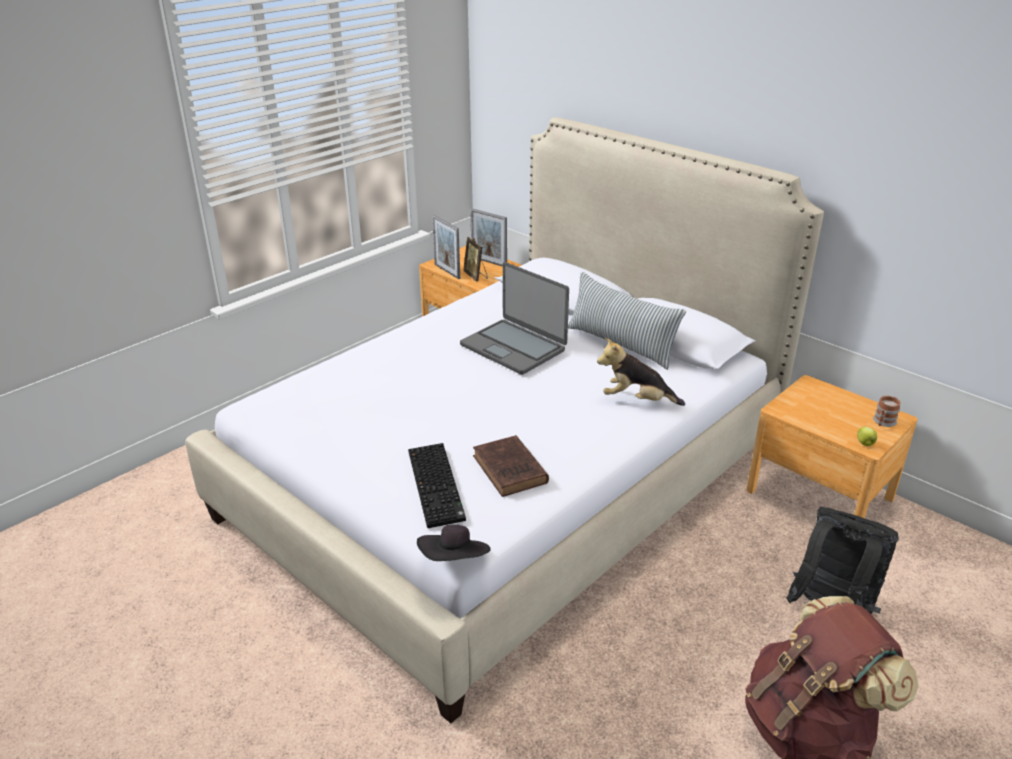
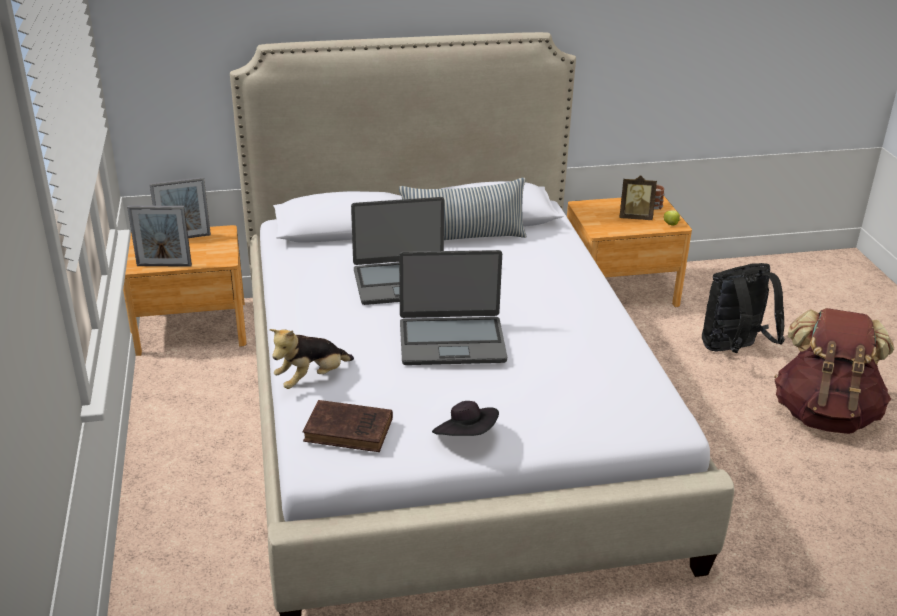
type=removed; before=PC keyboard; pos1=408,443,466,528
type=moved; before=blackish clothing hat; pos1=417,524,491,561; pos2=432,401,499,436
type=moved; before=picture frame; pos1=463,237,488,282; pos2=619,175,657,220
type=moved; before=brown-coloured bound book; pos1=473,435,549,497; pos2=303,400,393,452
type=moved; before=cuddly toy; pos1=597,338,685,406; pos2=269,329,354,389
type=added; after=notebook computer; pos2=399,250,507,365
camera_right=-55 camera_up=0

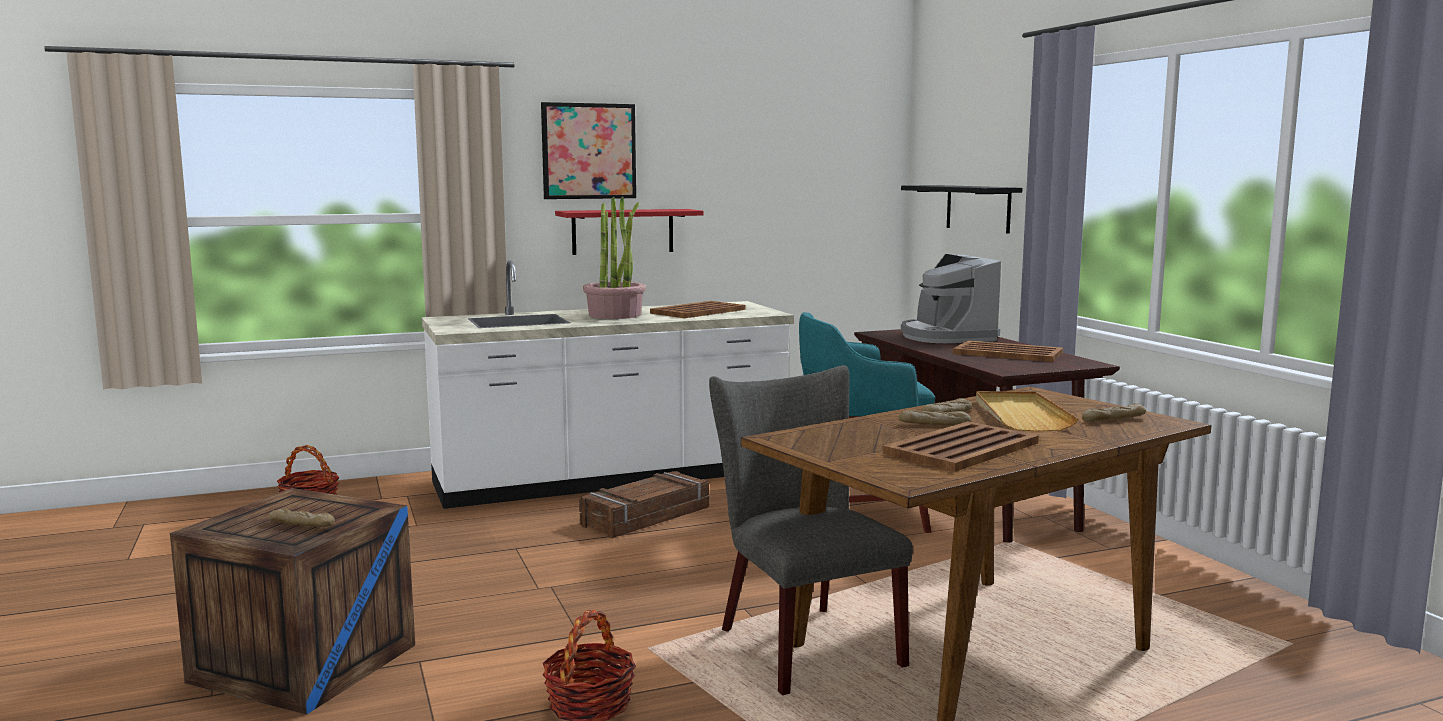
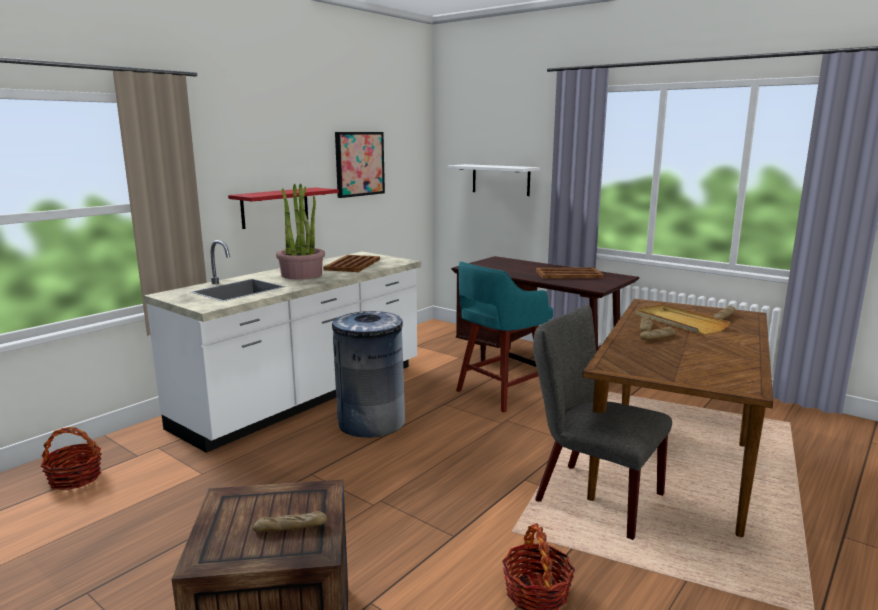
type=moved; before=picture; pos1=541,102,636,199; pos2=335,132,385,198
type=replaced; before=crate; after=grey rubbish bin; pos1=579,471,709,538; pos2=332,311,405,438
type=removed; before=brown-coloured carrying tray; pos1=883,421,1039,472
type=recoloured; before=blackish wall shelf; after=whitish wall shelf; pos1=901,185,1022,234; pos2=447,164,540,196
type=removed; before=coffee maker; pos1=901,254,1001,343
camera_right=-30 camera_up=5

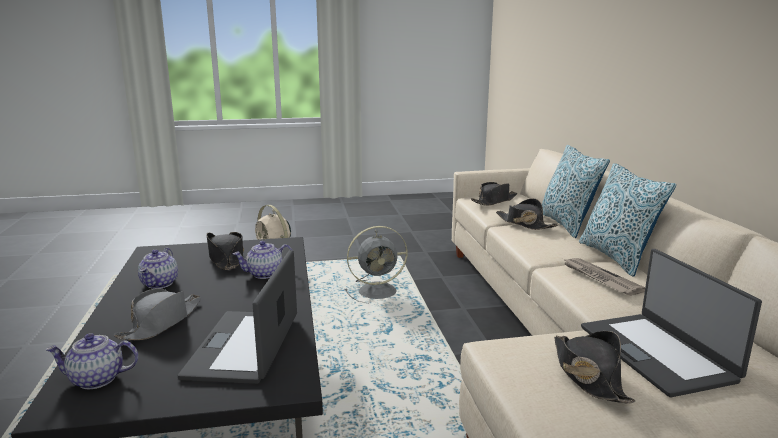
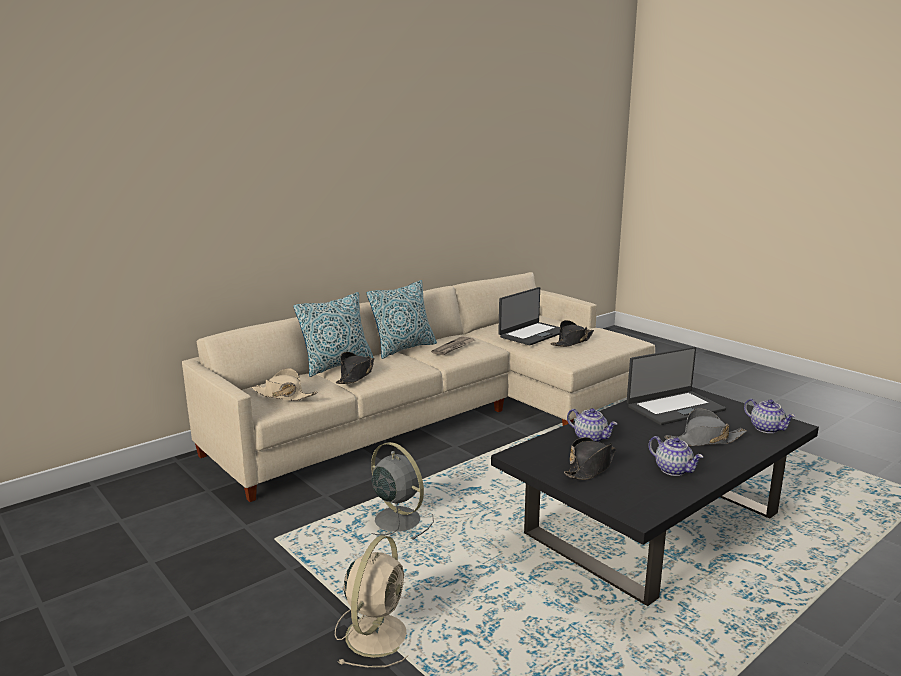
type=turned; before=pot for tea; pos1=138,248,178,289; pos2=649,436,703,476; turn=75
type=recoloured; before=blackish clothing hat; after=beige-coloured clothing hat; pos1=471,182,517,206; pos2=252,368,317,401
camera_right=-120 camera_up=0

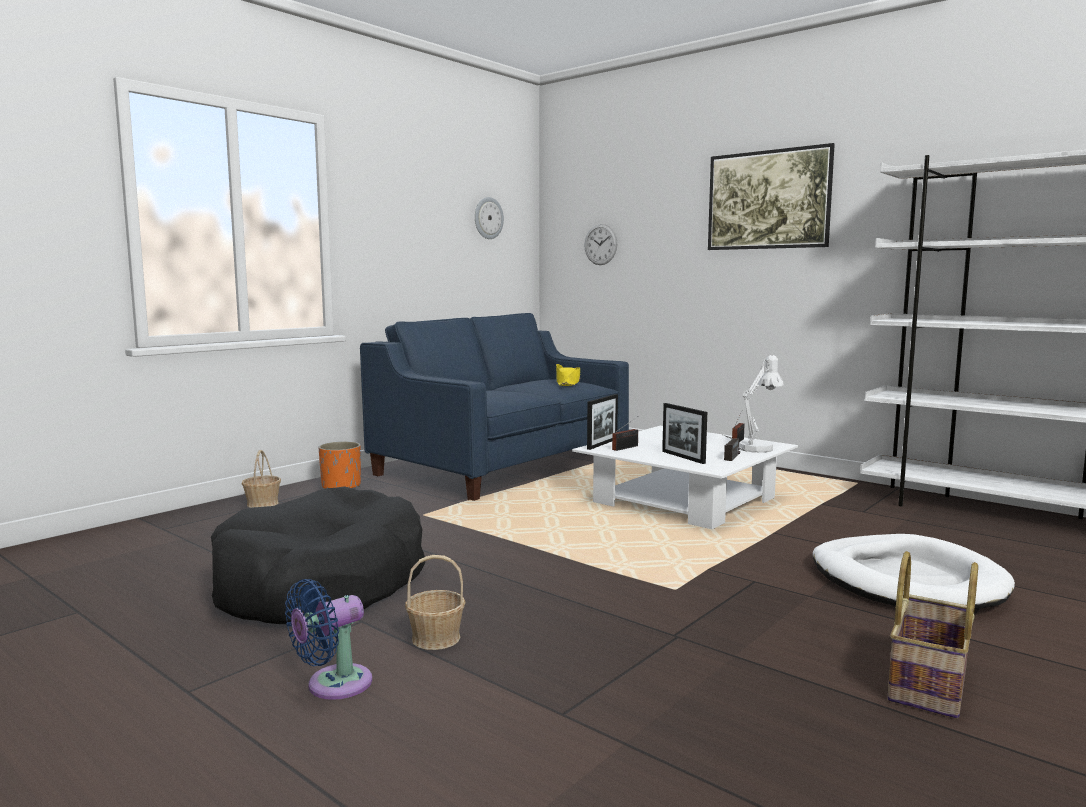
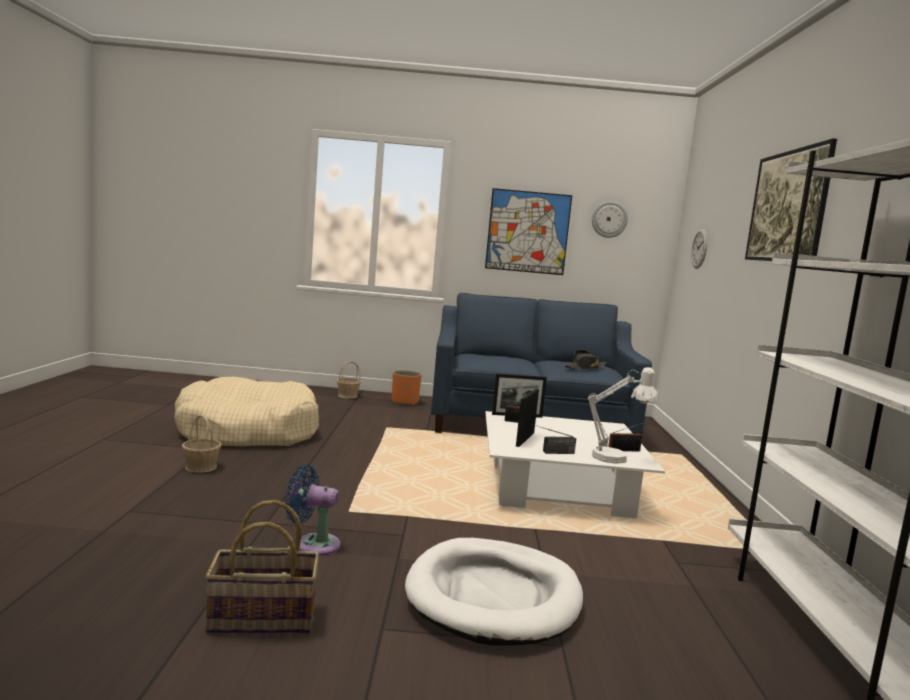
type=recoloured; before=blackish dog bed; after=beige-coloured dog bed; pos1=211,486,425,624; pos2=174,376,319,446
type=moved; before=blue electric fan; pos1=285,579,372,700; pos2=285,465,341,556
type=recoloured; before=yellow-coloured clothing hat; after=blackish clothing hat; pos1=556,364,580,386; pos2=563,349,607,370
type=added; after=picture; pos2=485,188,572,275
camera_right=50 camera_up=0

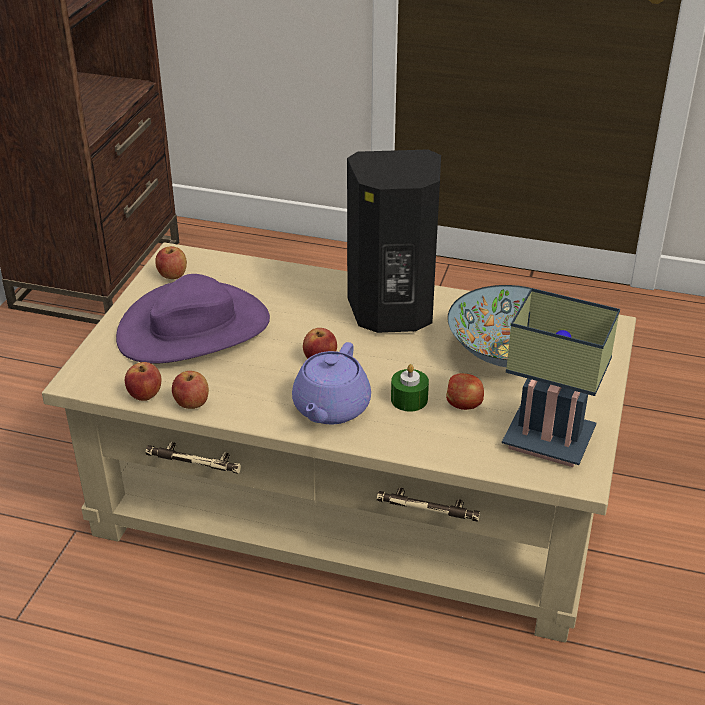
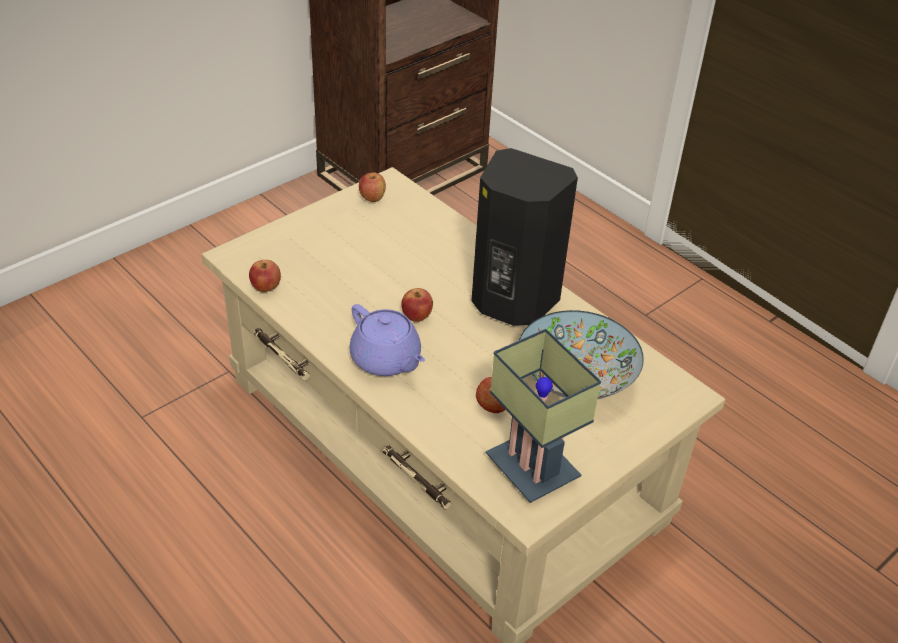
type=removed; before=purple clothing hat; pos1=116,274,270,364
type=removed; before=apple fruit; pos1=172,371,209,409
type=turned; before=purple pot for tea; pos1=292,342,371,424; pos2=350,304,425,376; turn=-90
type=removed; before=green wax candle; pos1=391,364,429,412
camera_right=30 camera_up=5

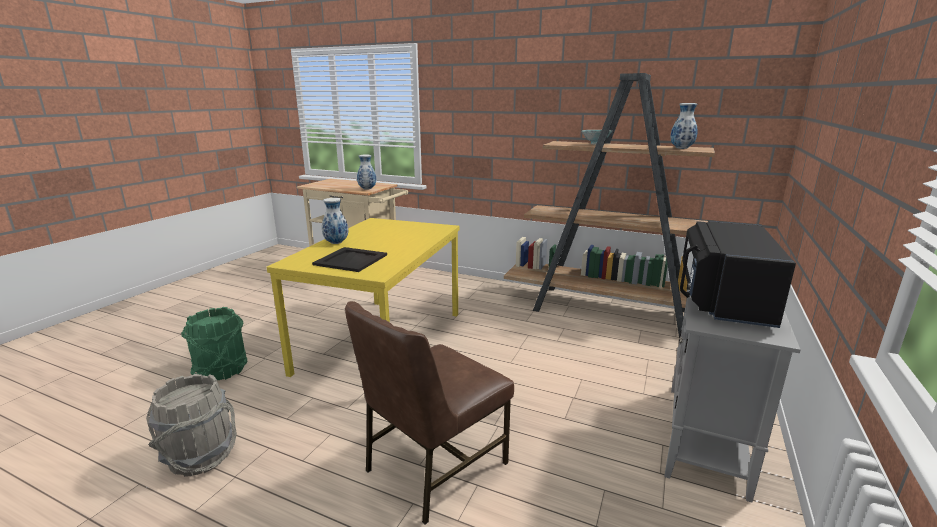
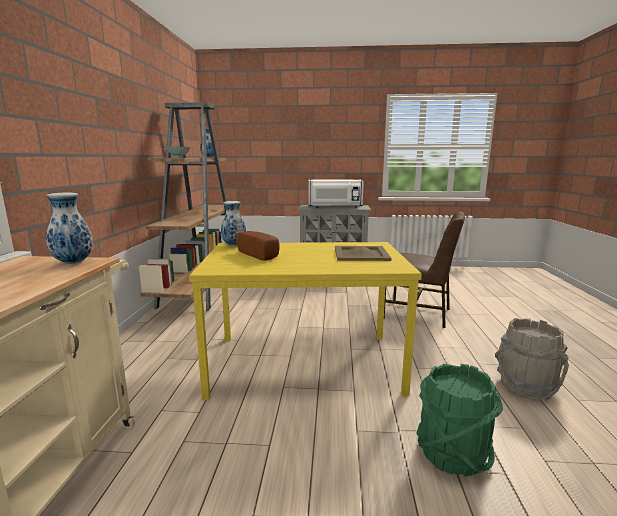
type=recoloured; before=blackish carrying tray; after=beige-coloured carrying tray; pos1=312,247,387,272; pos2=335,246,392,261
type=moved; before=decorative vase; pos1=322,198,348,244; pos2=221,201,246,246
type=recoloured; before=blackish microwave; after=whitish microwave; pos1=680,220,796,328; pos2=308,180,364,208
type=added; after=baked bread; pos2=237,231,279,261
camera_right=-110 camera_up=-5

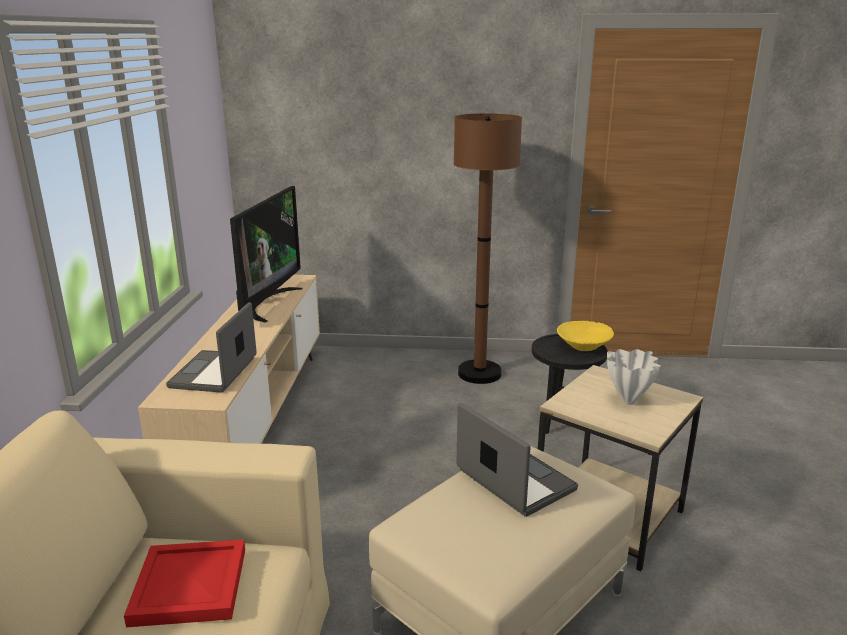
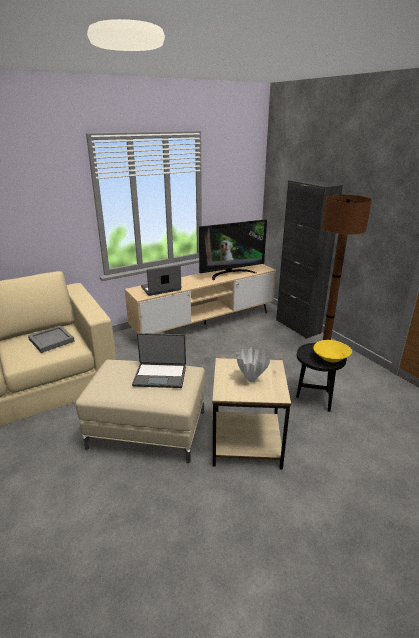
type=recoloured; before=reddish carrying tray; after=grey carrying tray; pos1=124,540,245,627; pos2=28,325,75,353
type=turned; before=notebook computer; pos1=456,403,578,517; pos2=132,333,186,388; turn=75
type=added; after=blackish storage cabinet; pos2=276,179,343,339
camera_right=55 camera_up=5

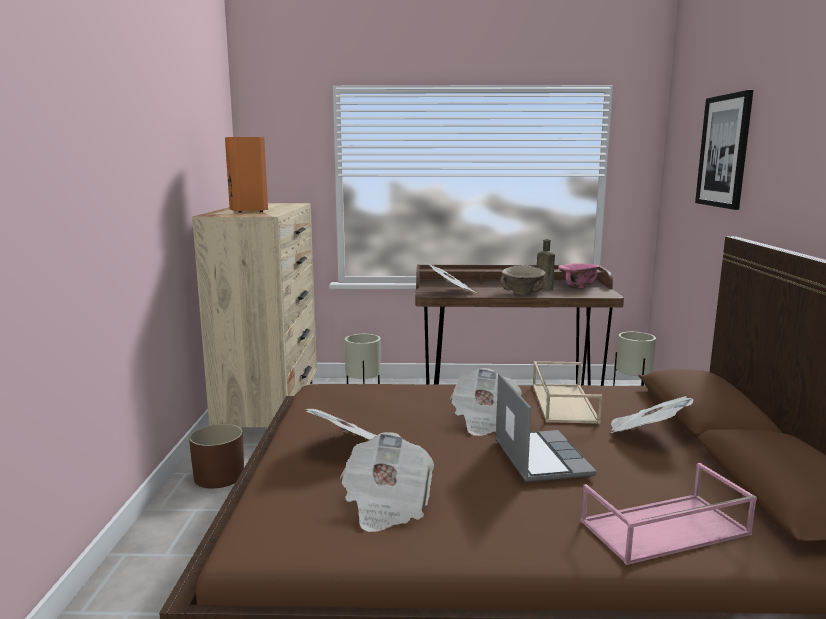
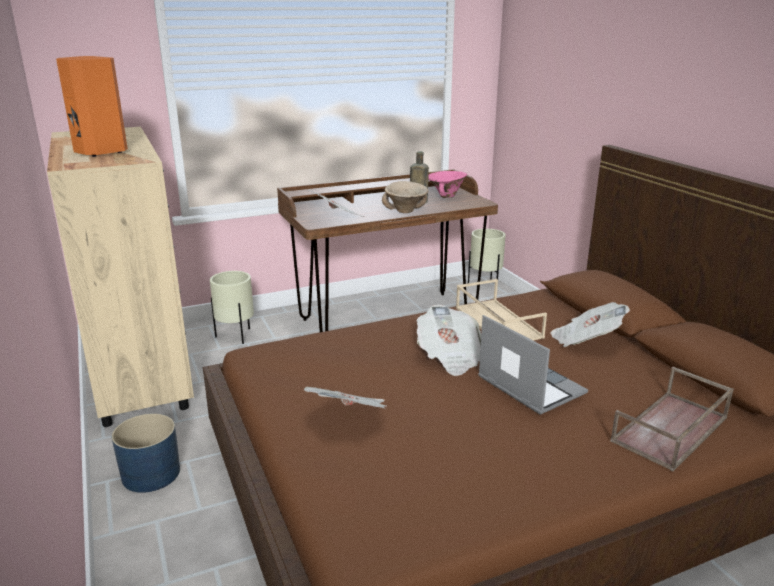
type=recoloured; before=brown-coloured plant pot; after=blue plant pot; pos1=189,424,244,488; pos2=112,413,180,493
type=removed; before=daily paper; pos1=340,432,434,532
type=recoloured; before=pinkish carrying tray; after=brown-coloured carrying tray; pos1=580,463,757,565; pos2=610,367,734,471
type=removed; before=picture; pos1=695,90,753,210
camera_right=-25 camera_up=10

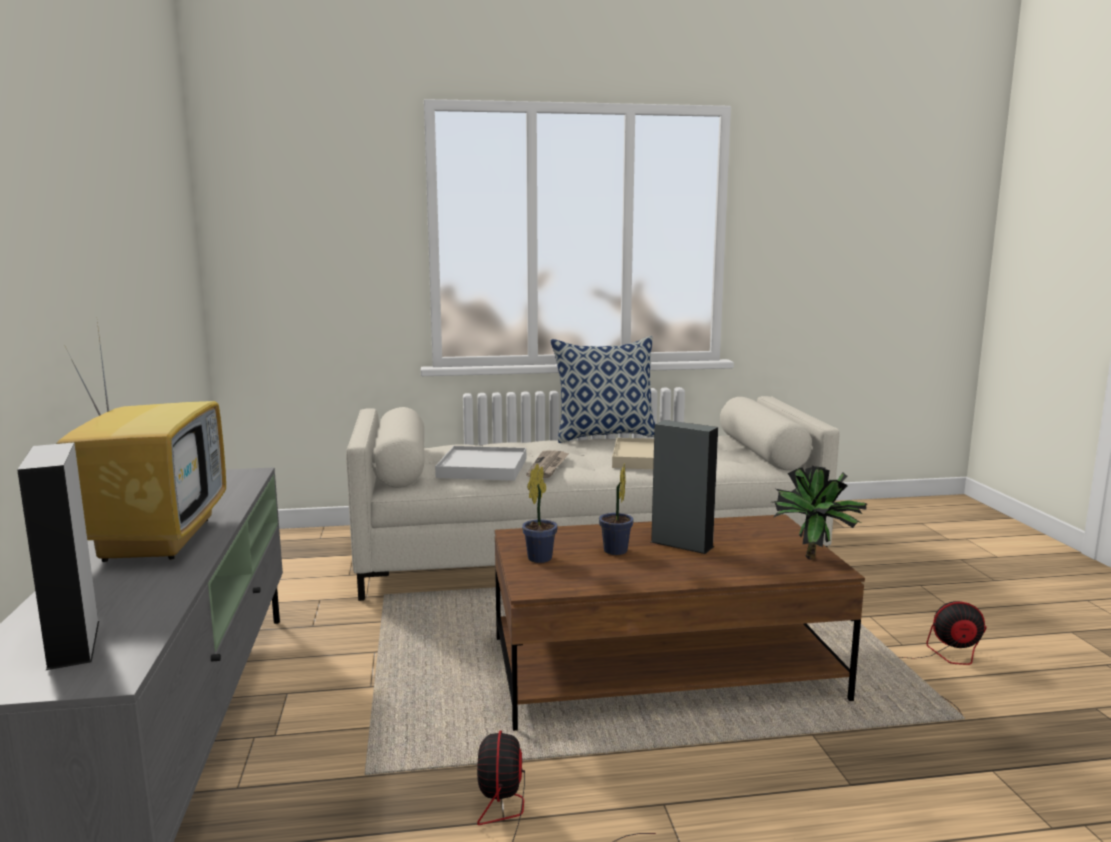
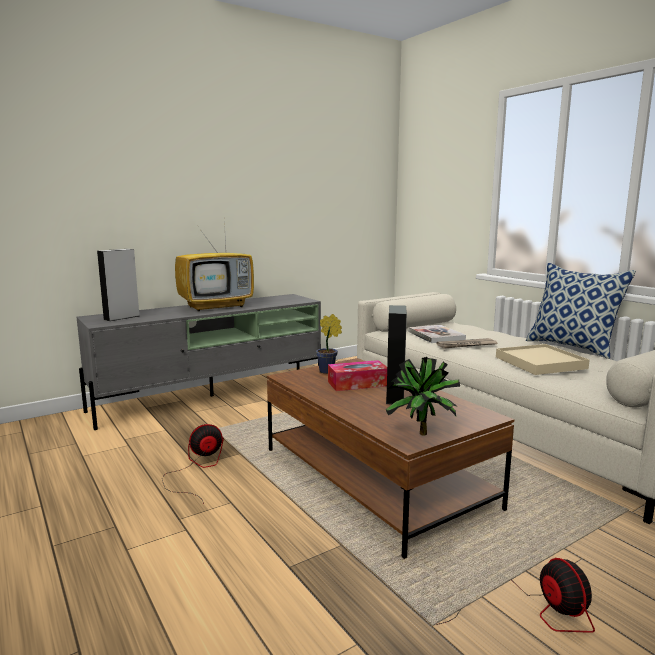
type=replaced; before=whitish carrying tray; after=bound book; pos1=435,446,526,481; pos2=408,325,466,343
type=replaced; before=plant in a pot; after=box of tissues; pos1=599,463,634,555; pos2=328,360,387,391
camera_right=65 camera_up=0

